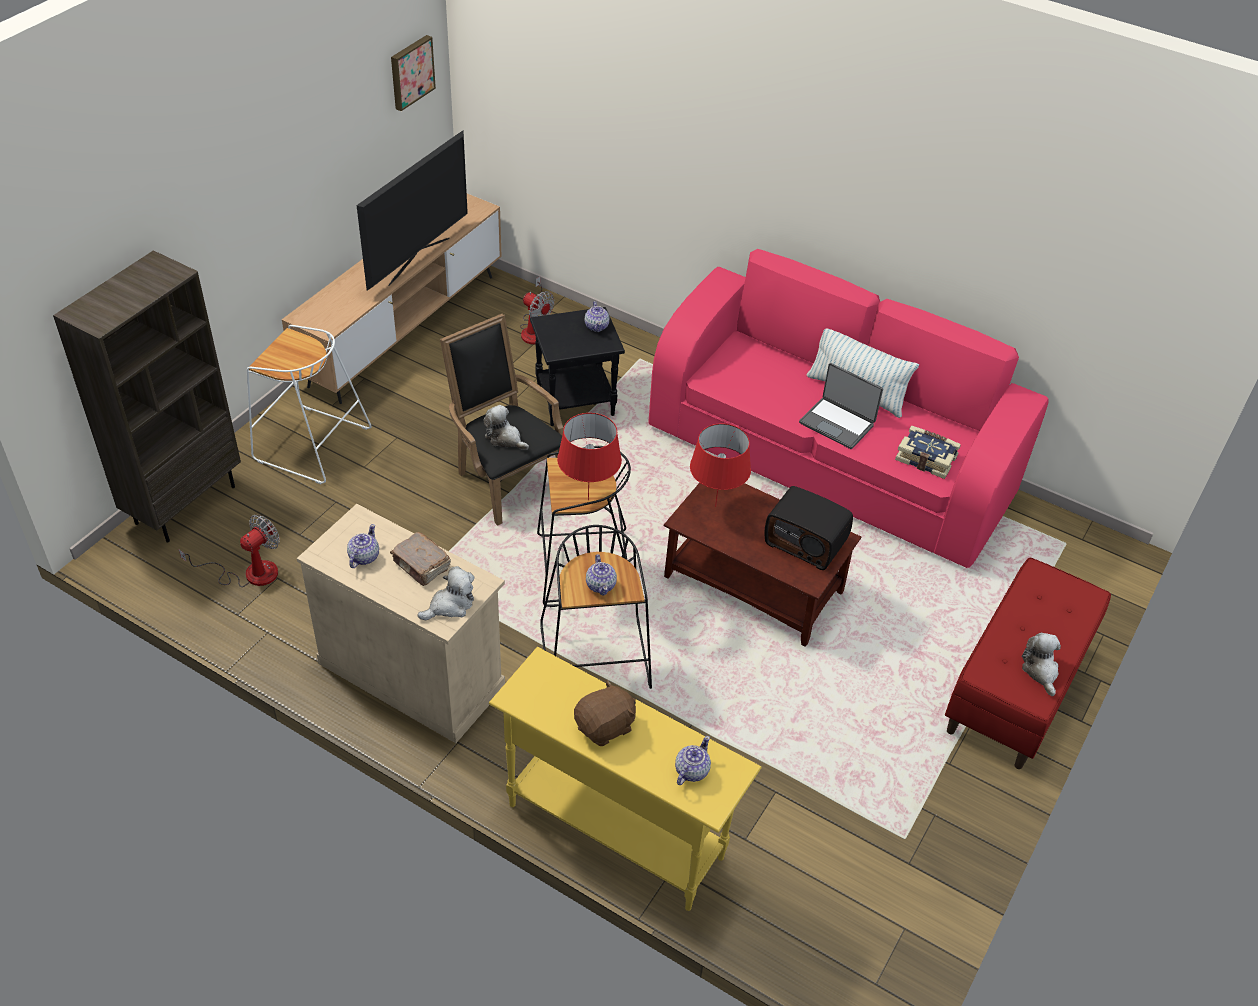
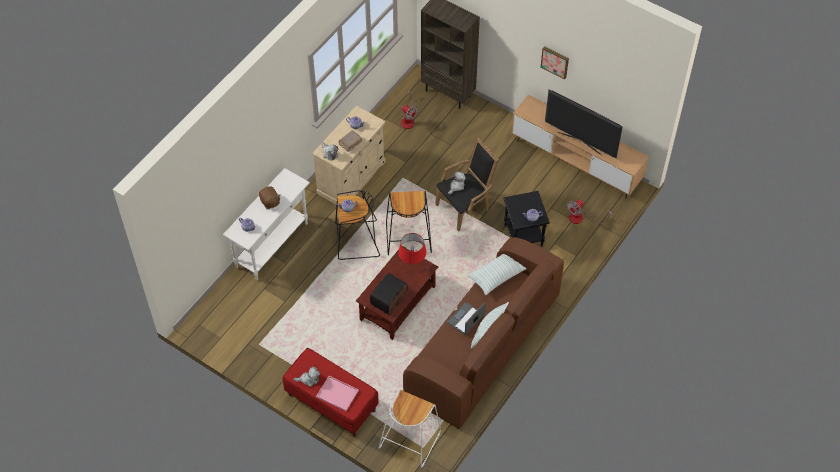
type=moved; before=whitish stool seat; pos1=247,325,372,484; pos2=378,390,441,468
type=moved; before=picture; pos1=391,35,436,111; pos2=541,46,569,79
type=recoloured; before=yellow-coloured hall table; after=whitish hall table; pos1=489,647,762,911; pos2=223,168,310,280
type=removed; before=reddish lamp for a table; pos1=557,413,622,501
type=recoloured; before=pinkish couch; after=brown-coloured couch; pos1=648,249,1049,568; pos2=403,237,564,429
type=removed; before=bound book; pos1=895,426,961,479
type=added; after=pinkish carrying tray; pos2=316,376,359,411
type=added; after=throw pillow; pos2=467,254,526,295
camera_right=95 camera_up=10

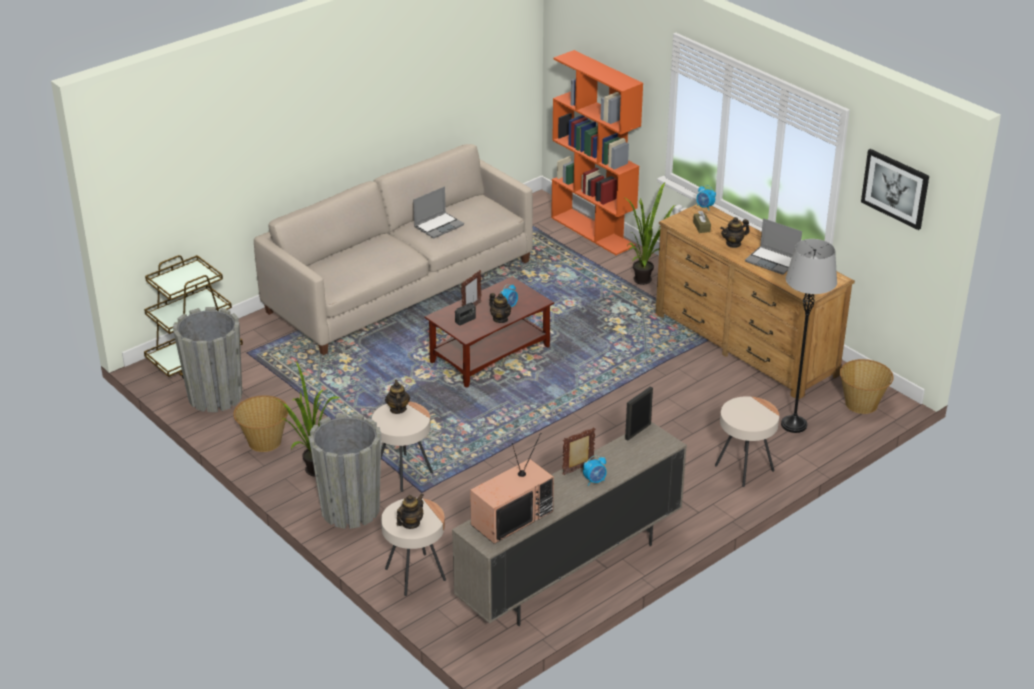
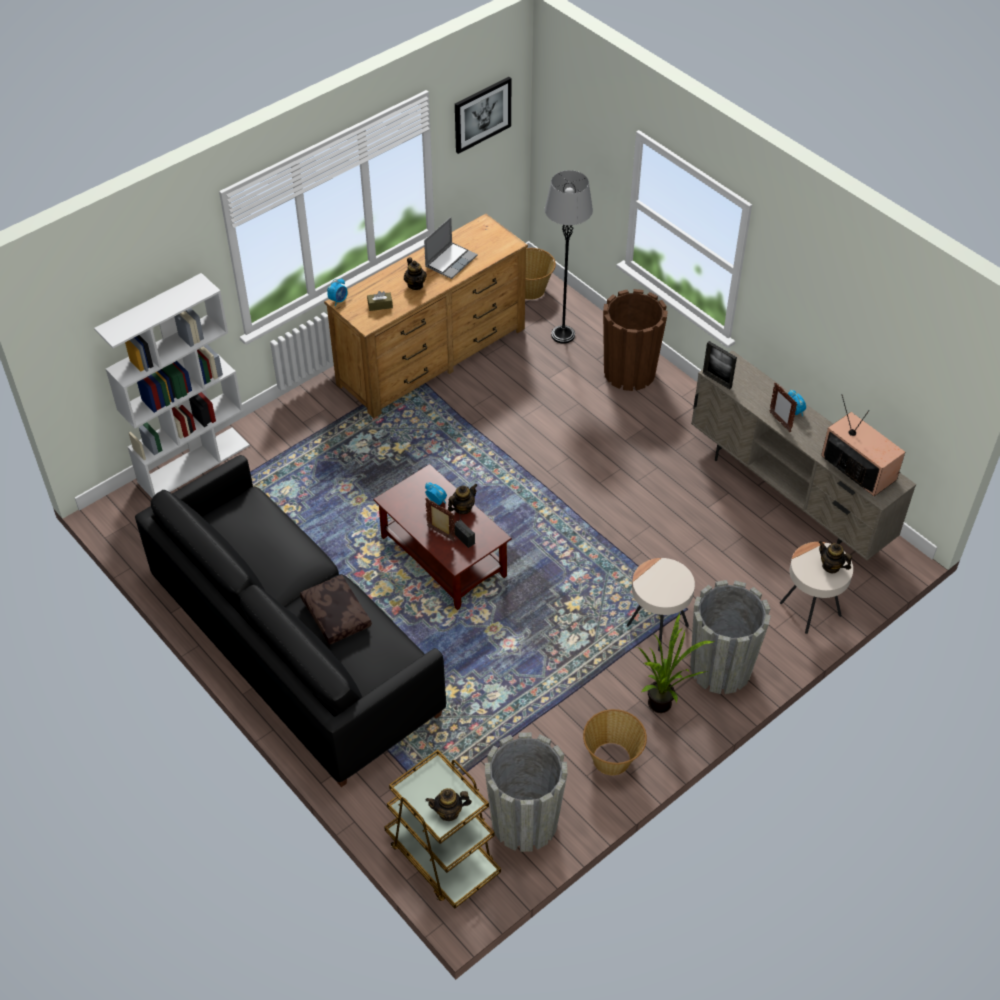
type=recoloured; before=beige-coloured couch; after=blackish couch; pos1=254,144,533,355; pos2=135,455,446,787
type=moved; before=pot for tea; pos1=385,380,410,414; pos2=426,788,472,821
type=removed; before=notebook computer; pos1=413,186,464,239
type=recoloured; before=orange shelving unit; after=whitish shelving unit; pos1=551,50,643,255; pos2=94,273,250,498
type=removed; before=plant in a pot; pos1=625,182,676,285
type=replaced; before=beige-coloured end table; after=brown-coloured plant pot; pos1=715,396,779,487; pos2=603,289,668,391
type=added; after=brown-coloured throw pillow; pos2=300,575,372,645
camera_right=-90 camera_up=15

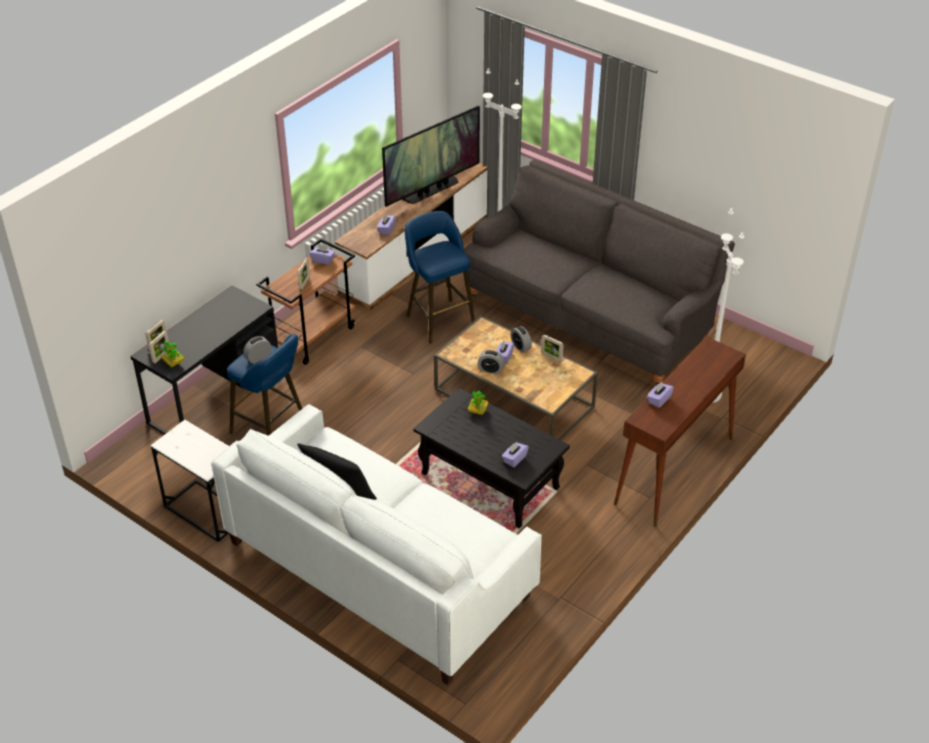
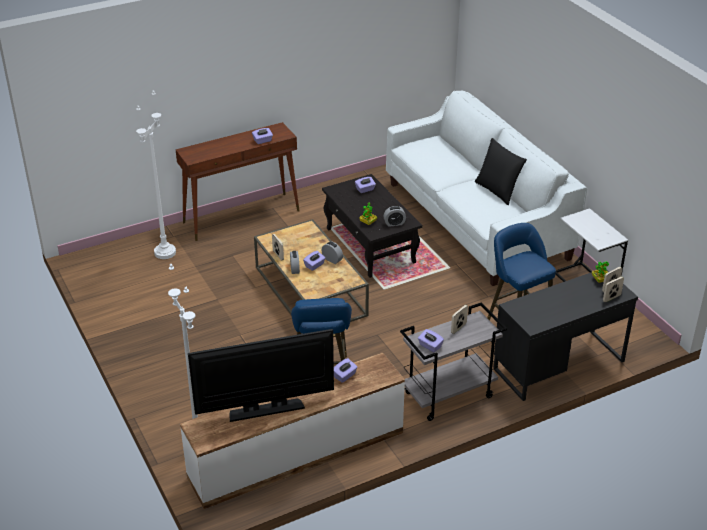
type=moved; before=table clock; pos1=244,336,272,364; pos2=383,206,406,227
type=recoloured; before=brown-coloured trolley; after=grey trolley; pos1=256,239,355,365; pos2=400,302,507,421
type=removed; before=grey couch; pos1=464,160,735,385
camera_right=-155 camera_up=-5

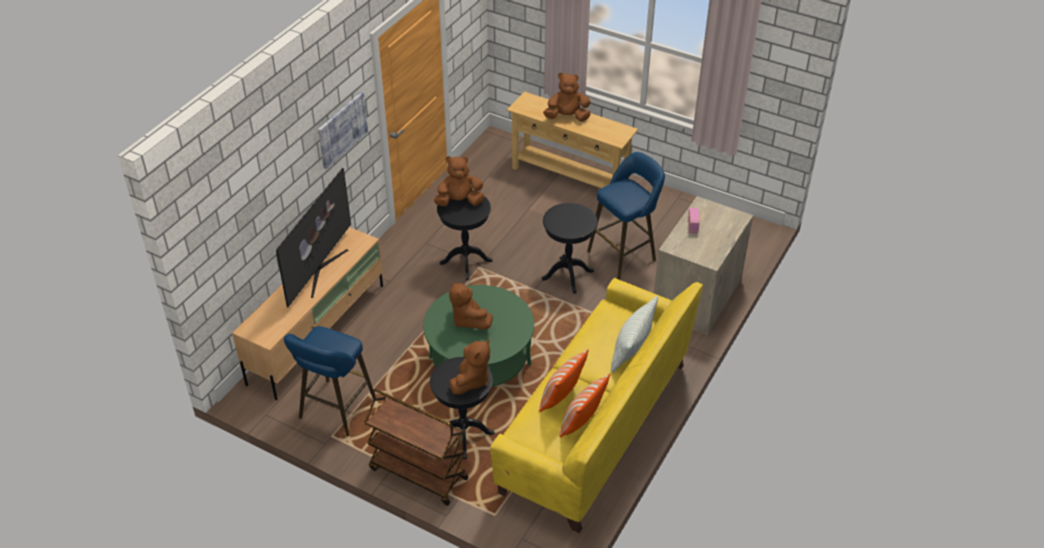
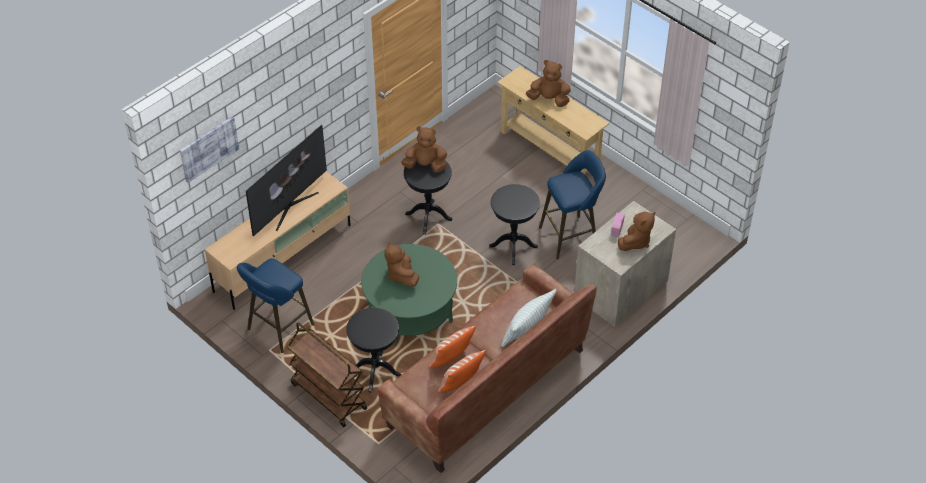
type=moved; before=picture; pos1=318,92,368,169; pos2=180,116,239,183
type=moved; before=brown-coloured cuddly toy; pos1=449,339,490,395; pos2=618,211,655,251
type=recoloured; before=yellow-coloured couch; after=brown-coloured couch; pos1=490,278,703,533; pos2=377,263,597,473
camera_right=15 camera_up=5

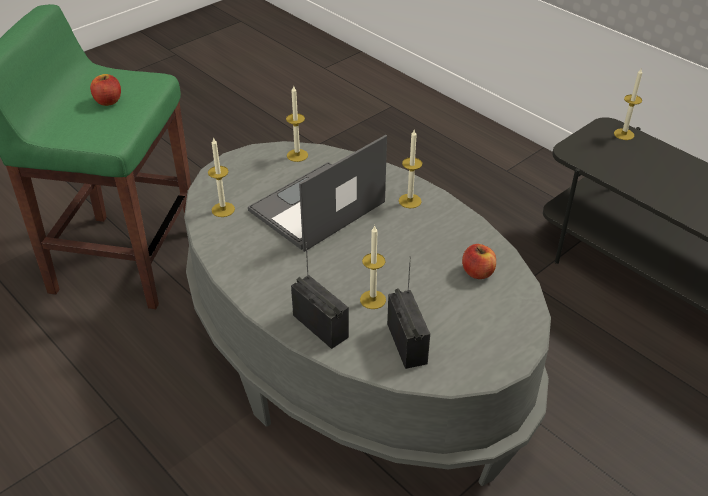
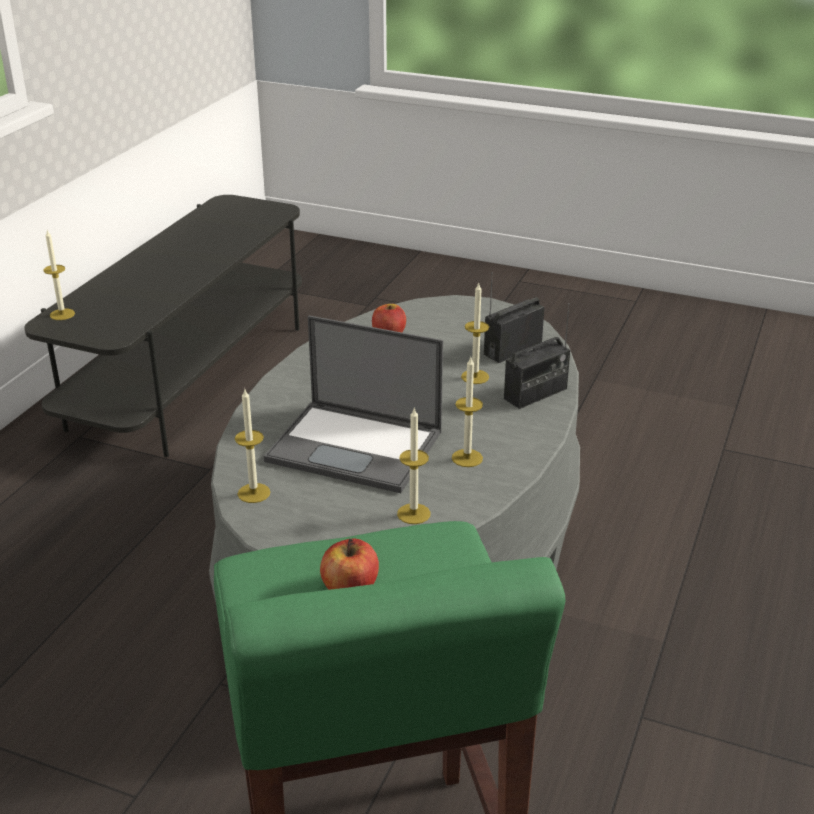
type=turned; before=radio receiver; pos1=291,242,349,349; pos2=504,303,570,409; turn=-150
type=moved; before=wax candle; pos1=399,130,422,208; pos2=452,357,483,467
camera_right=-115 camera_up=-10

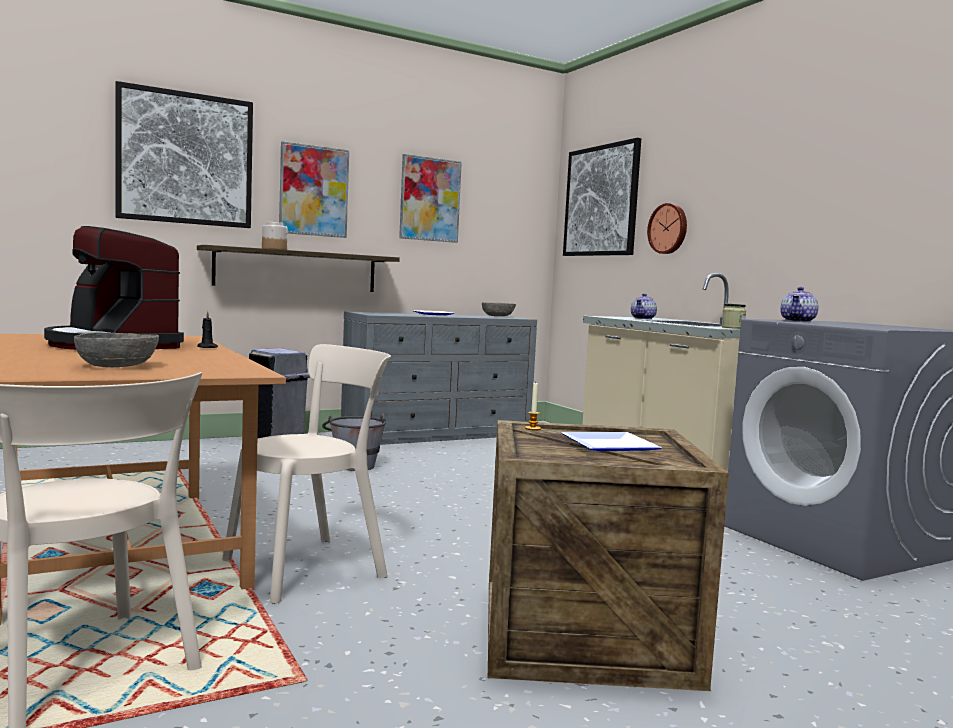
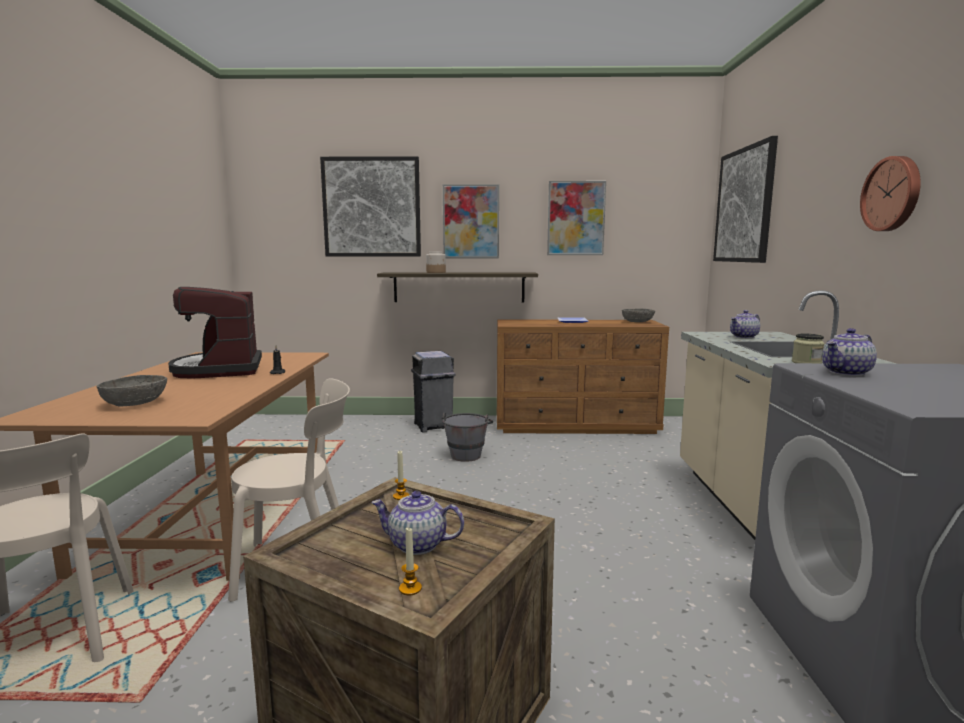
type=recoloured; before=grey drawer chest; after=brown-coloured drawer chest; pos1=341,311,537,445; pos2=497,320,669,434
type=replaced; before=flat dish; after=pot for tea; pos1=562,432,662,451; pos2=371,491,464,555
type=moved; before=hanging clock; pos1=647,203,687,254; pos2=860,156,921,231
type=added; after=wax candle; pos2=399,528,422,595
camera_right=30 camera_up=5

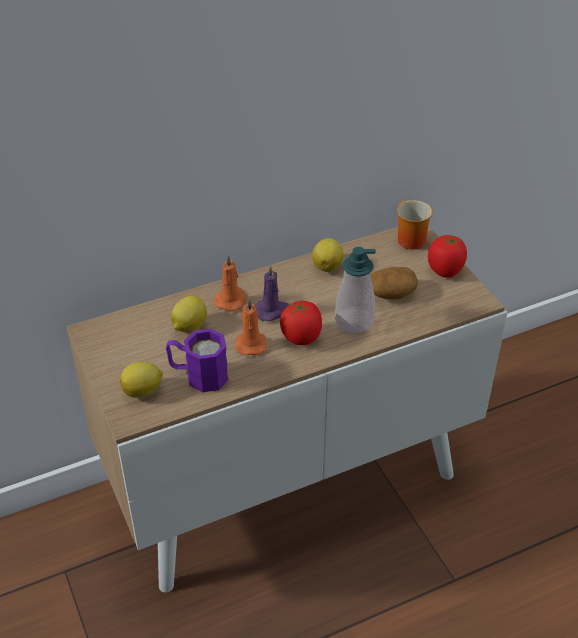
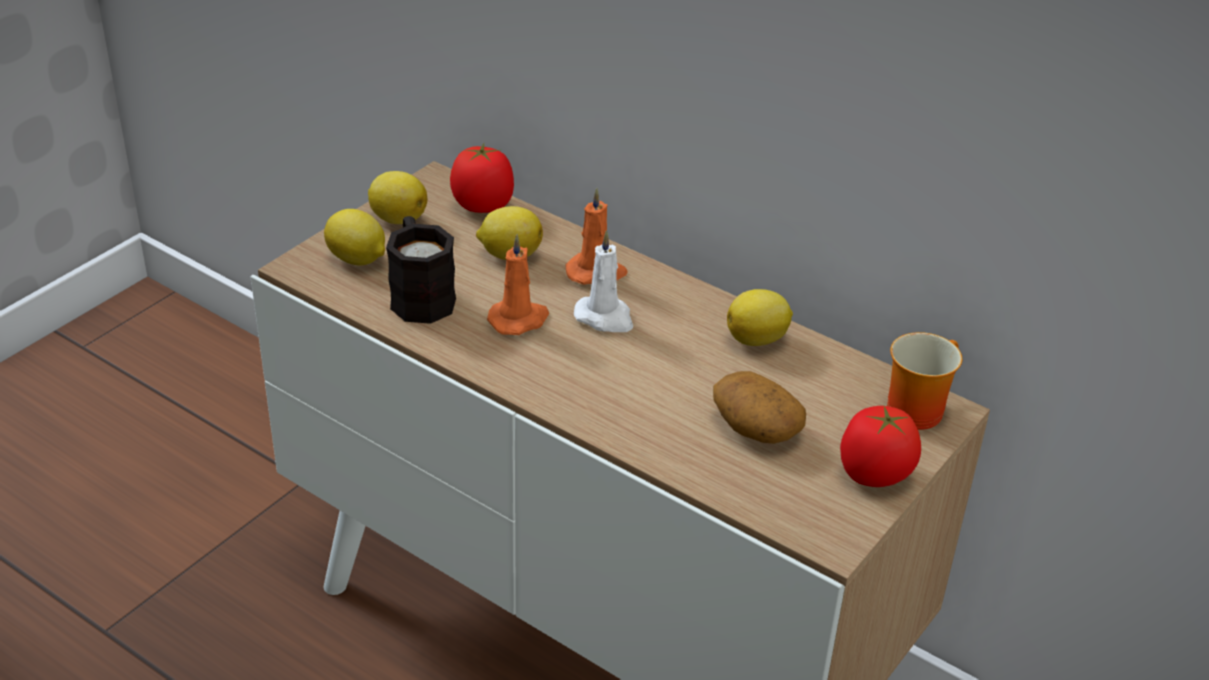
type=recoloured; before=purple coffee mug; after=blackish coffee mug; pos1=166,329,229,392; pos2=386,216,456,324
type=recoloured; before=purple wax candle; after=whitish wax candle; pos1=255,265,289,322; pos2=574,230,633,332
type=moved; before=fresh tomato; pos1=280,299,322,345; pos2=450,143,514,213
type=removed; before=soap dispenser; pos1=335,247,376,333
type=added; after=citrus fruit; pos2=368,171,427,224
camera_right=60 camera_up=-5

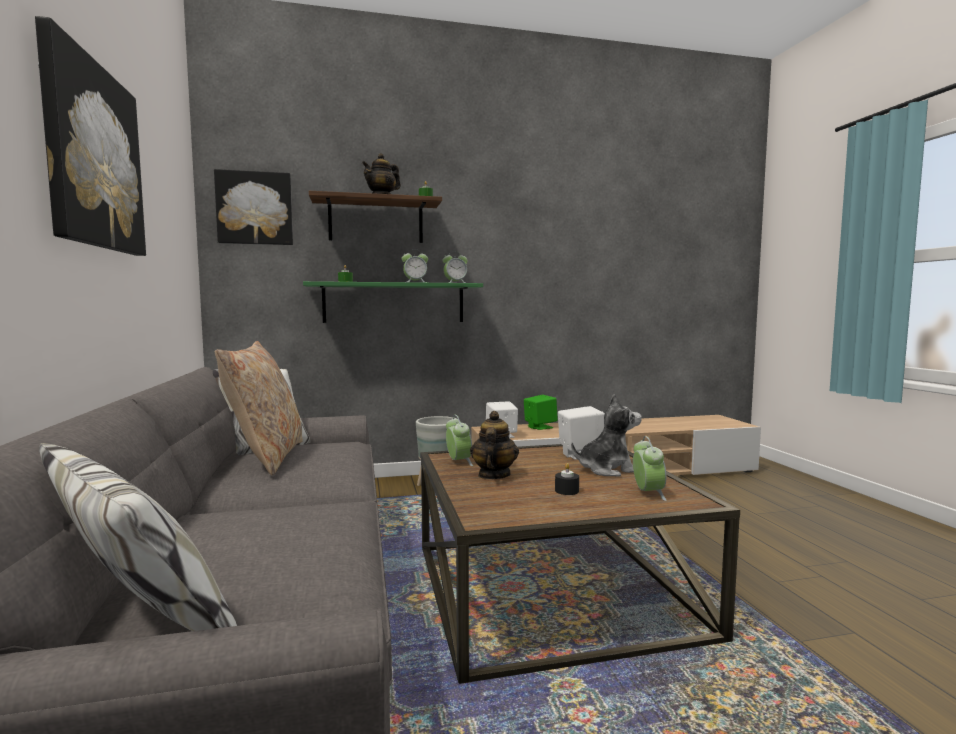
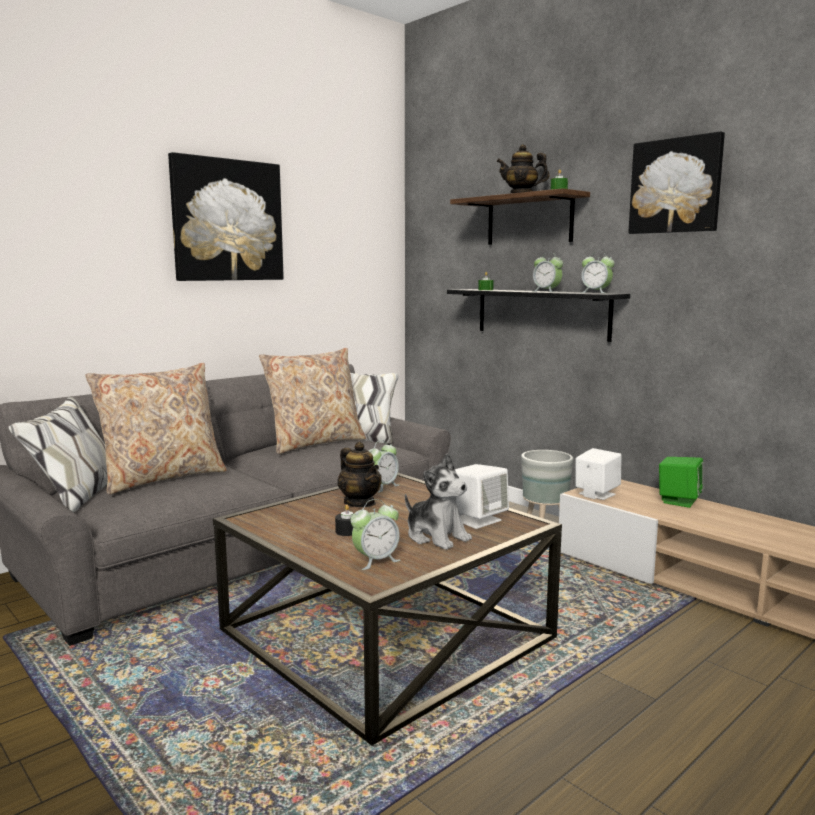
type=moved; before=picture; pos1=214,169,293,245; pos2=628,131,725,234
type=recoloured; before=green wall shelf; after=blackish wall shelf; pos1=303,281,483,323; pos2=447,289,630,342
type=turned; before=pot for tea; pos1=470,411,519,479; pos2=338,442,382,507; turn=75
type=added; after=beige-coloured throw pillow; pos2=85,363,227,495
camera_right=60 camera_up=5

